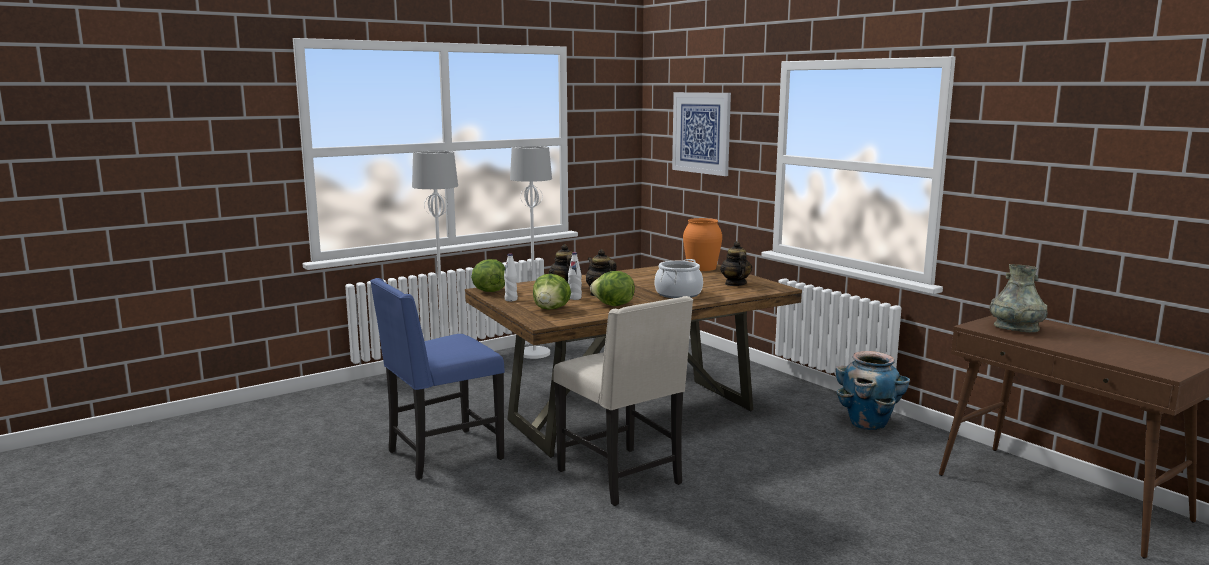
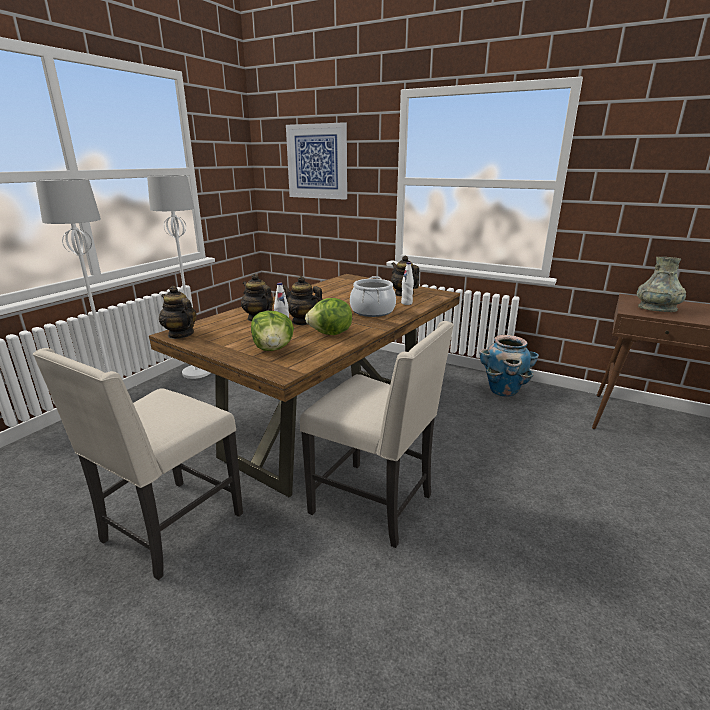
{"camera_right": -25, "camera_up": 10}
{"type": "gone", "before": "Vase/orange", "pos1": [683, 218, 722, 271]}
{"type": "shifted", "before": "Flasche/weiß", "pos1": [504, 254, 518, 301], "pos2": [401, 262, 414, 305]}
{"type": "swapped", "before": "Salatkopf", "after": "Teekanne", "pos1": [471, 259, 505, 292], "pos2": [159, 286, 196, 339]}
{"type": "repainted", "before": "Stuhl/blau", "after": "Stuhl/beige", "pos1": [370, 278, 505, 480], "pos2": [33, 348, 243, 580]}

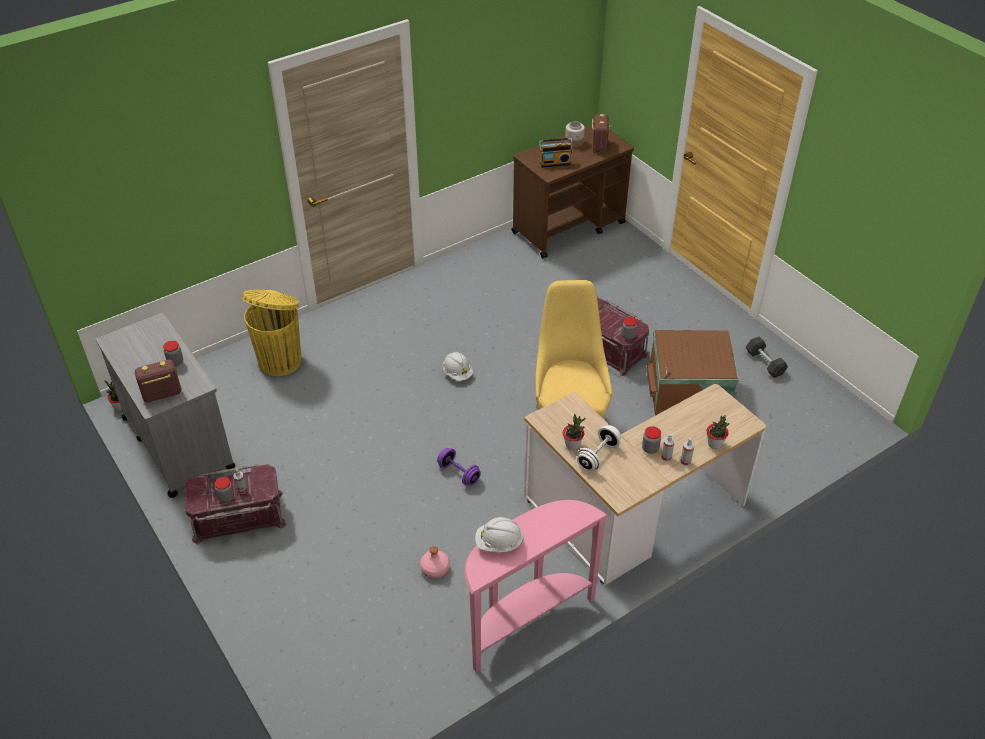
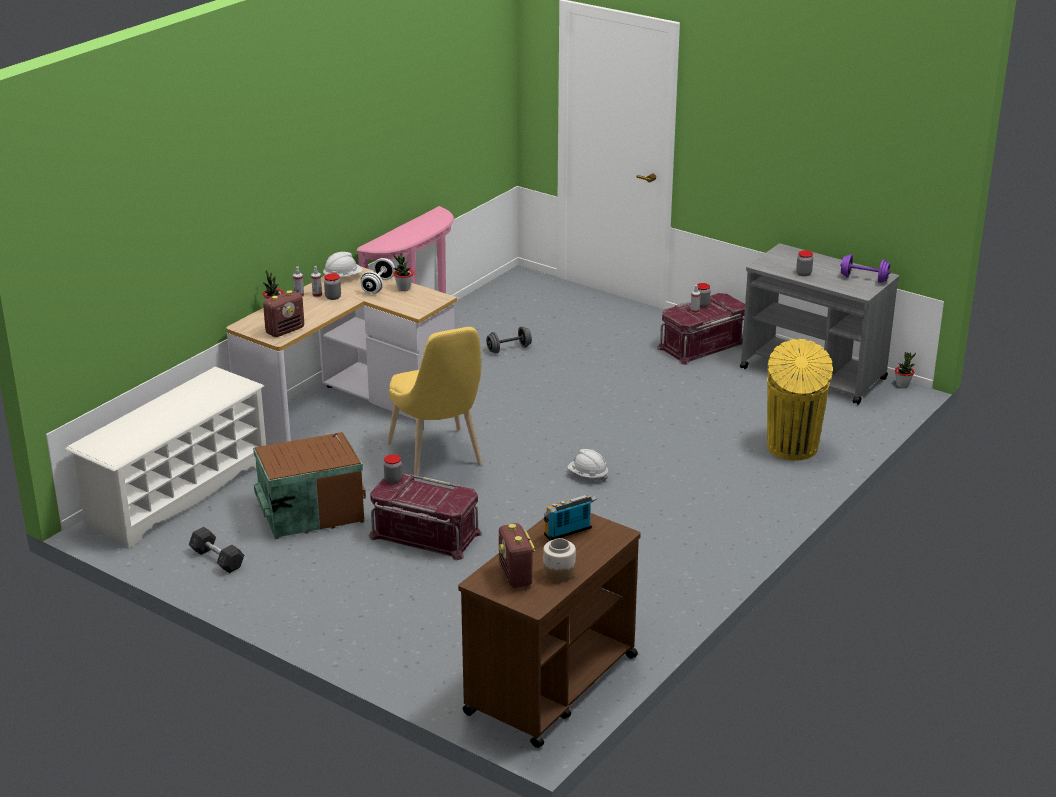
{"camera_right": 160, "camera_up": -15}
{"type": "shifted", "before": "Radio", "pos1": [135, 360, 181, 402], "pos2": [263, 290, 304, 337]}
{"type": "shifted", "before": "Hantel/lila", "pos1": [437, 448, 481, 486], "pos2": [840, 254, 891, 283]}
{"type": "shifted", "before": "Schutzhelm/weiß", "pos1": [475, 517, 524, 552], "pos2": [323, 252, 363, 277]}
{"type": "swapped", "before": "Flasche/rosa", "after": "Hantel/grau", "pos1": [420, 546, 450, 578], "pos2": [486, 326, 532, 353]}
{"type": "new", "after": "Schuhregal/weiß", "pos2": [65, 367, 266, 549]}

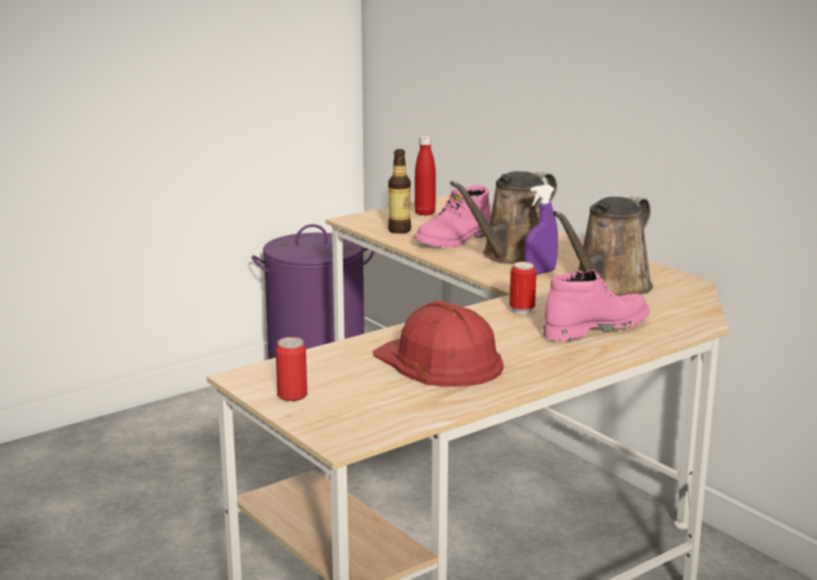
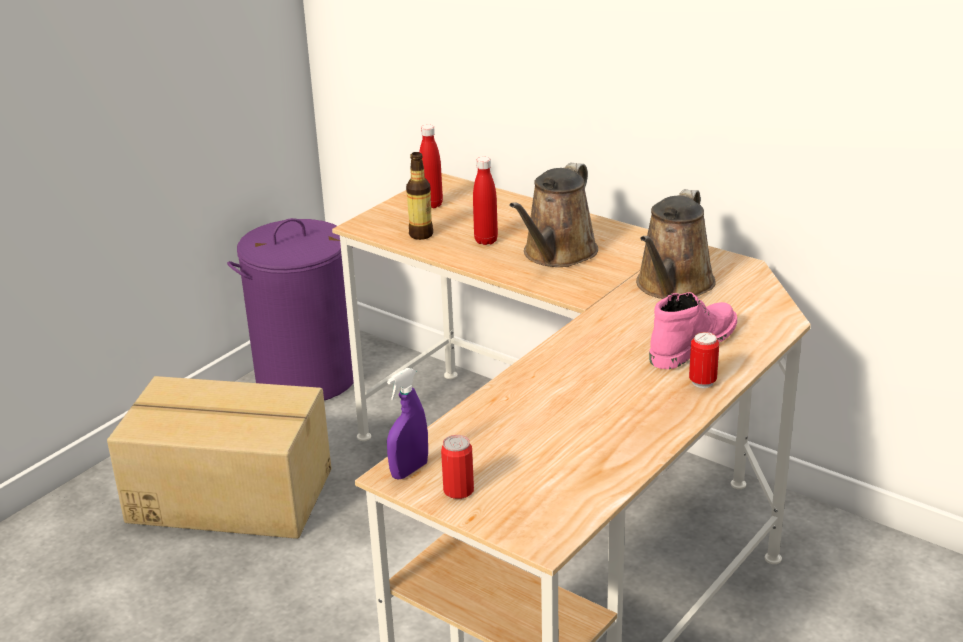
{"camera_right": -15, "camera_up": 10}
{"type": "shifted", "before": "Sprühflasche/lila", "pos1": [524, 185, 558, 275], "pos2": [387, 368, 428, 479]}
{"type": "swapped", "before": "Stiefel/rosa", "after": "Flasche/rot", "pos1": [414, 186, 491, 247], "pos2": [473, 157, 498, 245]}
{"type": "shifted", "before": "Dose", "pos1": [510, 262, 536, 314], "pos2": [689, 332, 719, 388]}
{"type": "gone", "before": "Schutzhelm/rot", "pos1": [373, 301, 504, 387]}
{"type": "new", "after": "Karton", "pos2": [107, 376, 331, 539]}

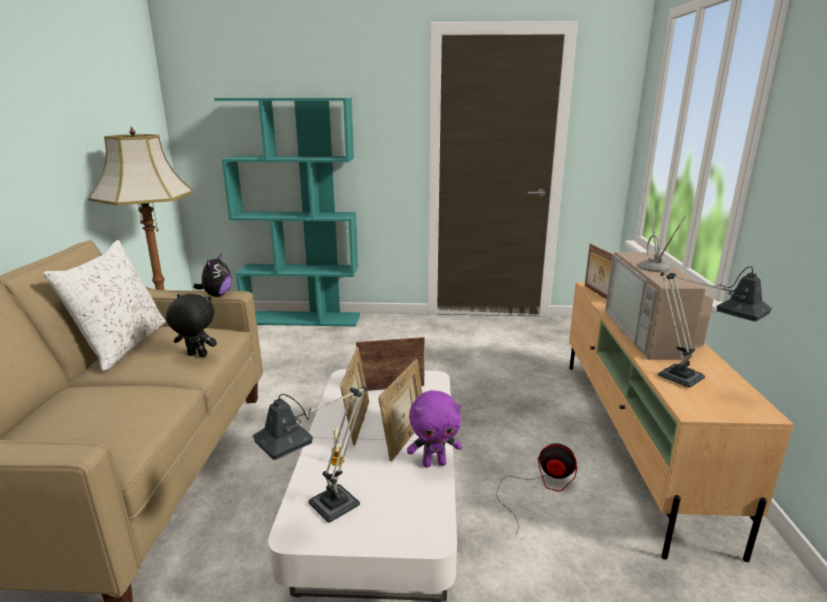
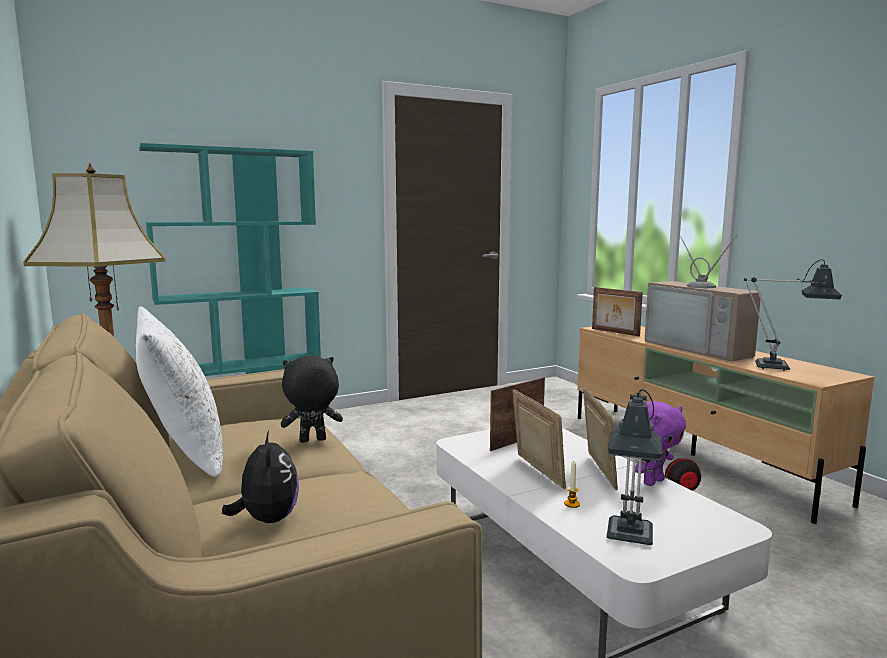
{"camera_right": -30, "camera_up": -10}
{"type": "shifted", "before": "Plüschtier", "pos1": [193, 254, 232, 297], "pos2": [222, 431, 299, 523]}

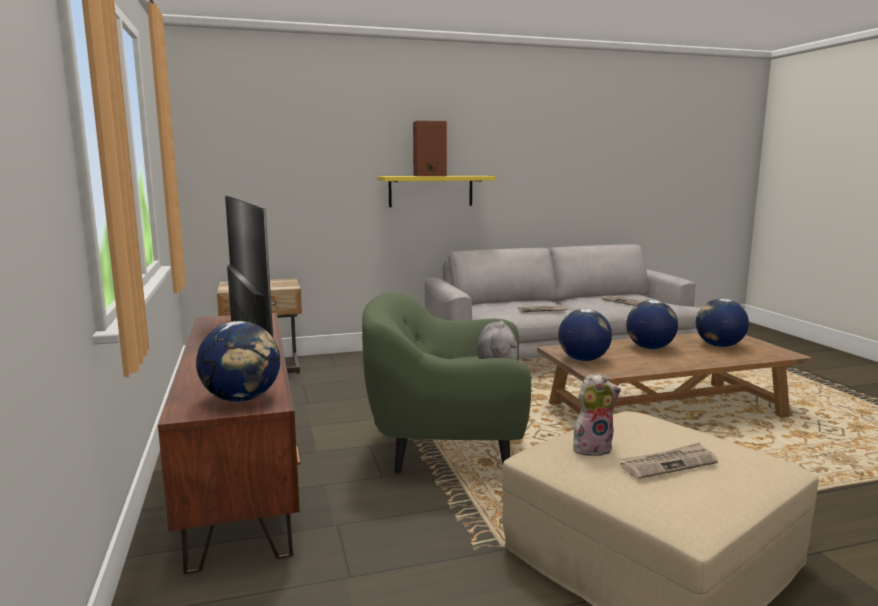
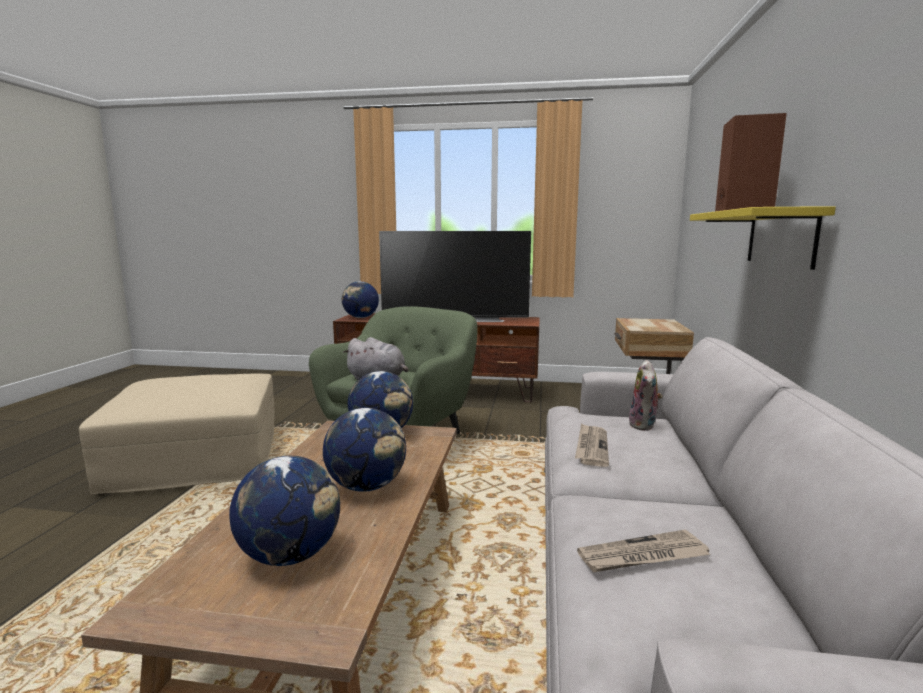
{"camera_right": 115, "camera_up": 0}
{"type": "shifted", "before": "Plüschtier", "pos1": [573, 374, 621, 457], "pos2": [628, 360, 663, 431]}
{"type": "gone", "before": "Zeitung", "pos1": [620, 442, 718, 479]}

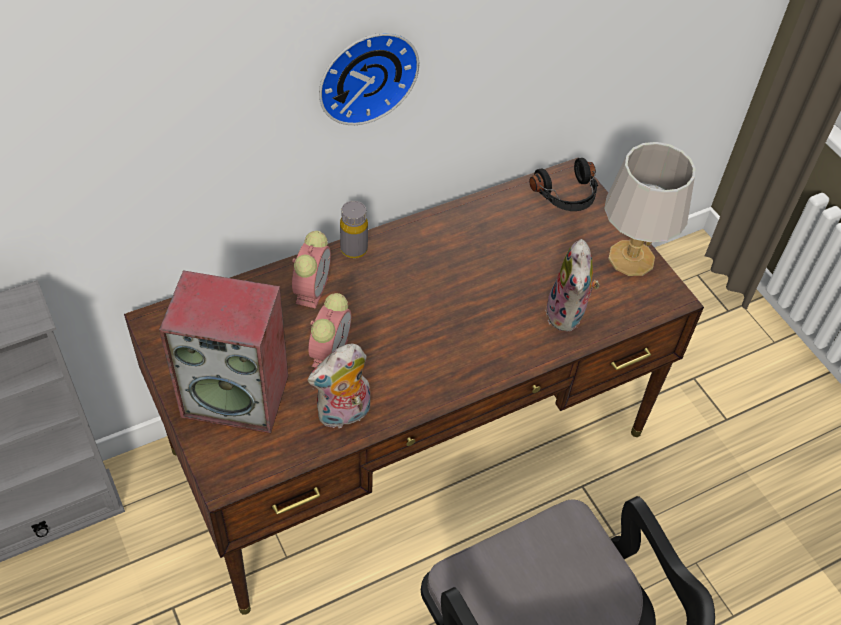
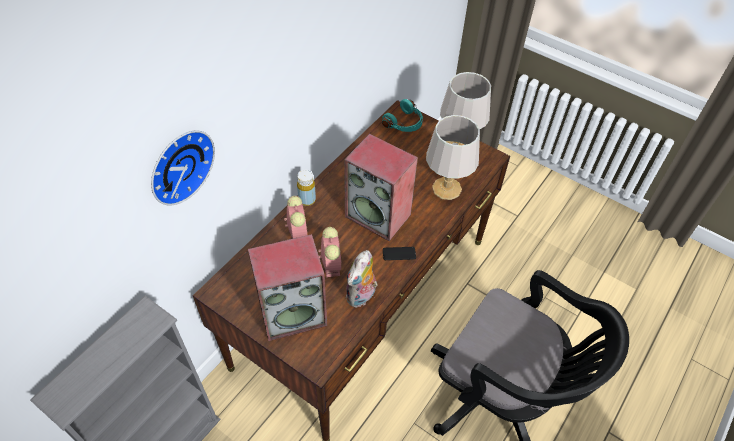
{"camera_right": -25, "camera_up": 0}
{"type": "shifted", "before": "Wanduhr", "pos1": [319, 33, 419, 125], "pos2": [151, 130, 215, 205]}
{"type": "repainted", "before": "Kopfhörer/schwarz", "after": "Kopfhörer/türkis", "pos1": [529, 158, 599, 211], "pos2": [382, 99, 423, 132]}
{"type": "repainted", "before": "Flasche/grau", "after": "Flasche/gelb", "pos1": [340, 201, 368, 258], "pos2": [297, 170, 316, 206]}
{"type": "swapped", "before": "Plüschtier", "after": "Tischlampe/grau", "pos1": [545, 239, 600, 332], "pos2": [426, 115, 480, 200]}
{"type": "new", "after": "Lautsprecher", "pos2": [344, 134, 418, 241]}
{"type": "new", "after": "Handy", "pos2": [383, 247, 416, 260]}

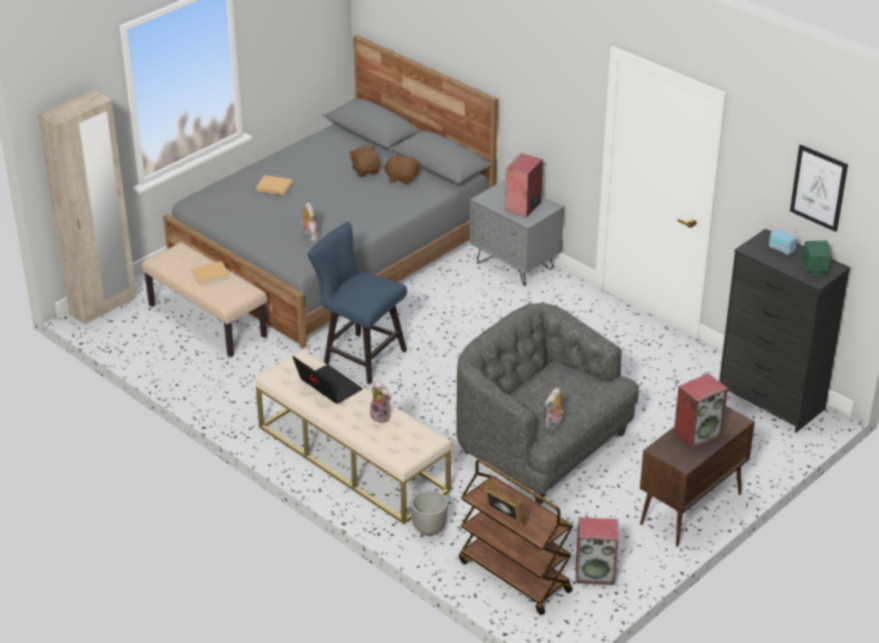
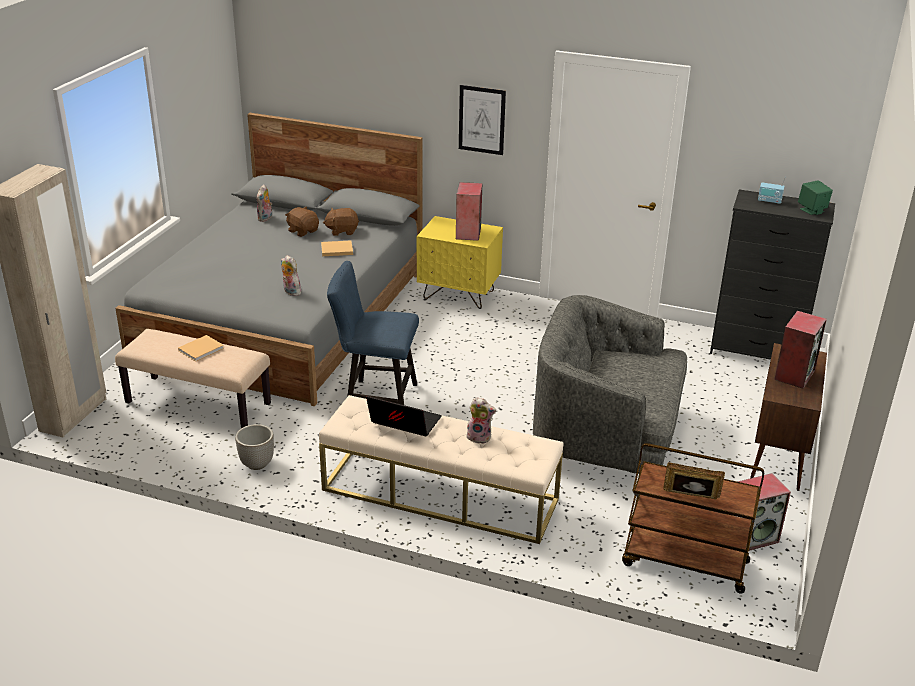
{"camera_right": -25, "camera_up": -5}
{"type": "shifted", "before": "Bild", "pos1": [790, 144, 848, 232], "pos2": [459, 85, 506, 155]}
{"type": "shifted", "before": "Buch/beige", "pos1": [256, 175, 293, 195], "pos2": [321, 241, 353, 256]}
{"type": "repainted", "before": "Nachttisch/grau", "after": "Nachttisch/gelb", "pos1": [470, 179, 564, 286], "pos2": [417, 216, 503, 309]}
{"type": "shifted", "before": "Plüschtier", "pos1": [544, 387, 564, 430], "pos2": [256, 184, 272, 222]}
{"type": "shifted", "before": "Pflanzkübel", "pos1": [410, 490, 448, 536], "pos2": [235, 424, 274, 470]}

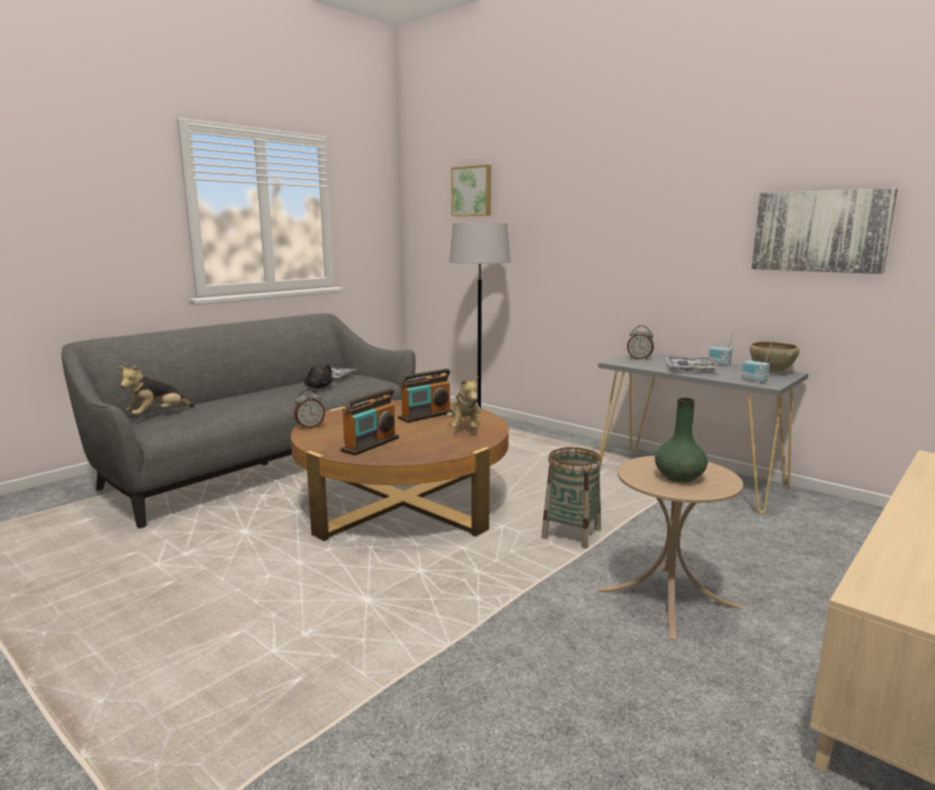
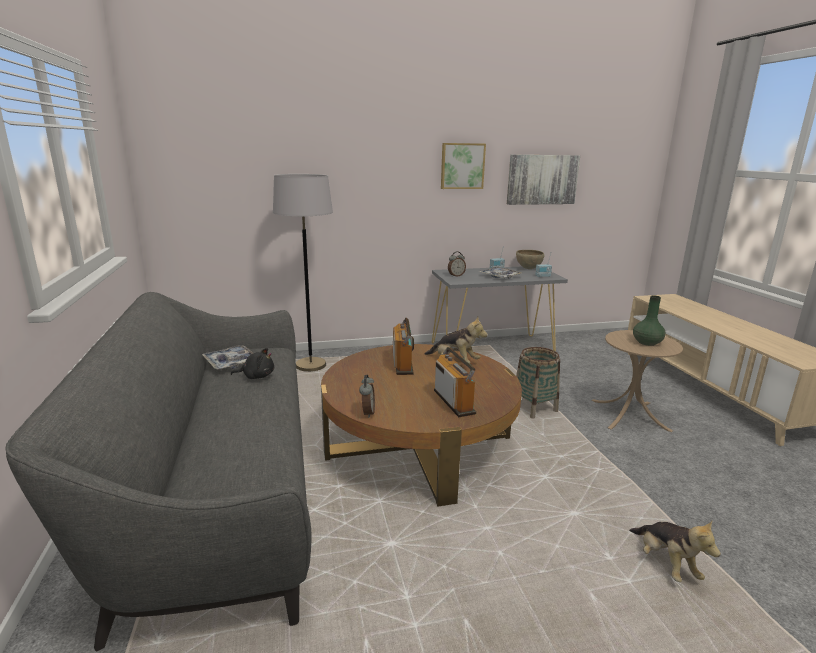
{"camera_right": -55, "camera_up": 5}
{"type": "shifted", "before": "Bild", "pos1": [451, 165, 491, 216], "pos2": [441, 143, 486, 189]}
{"type": "shifted", "before": "Plüschtier", "pos1": [118, 365, 195, 415], "pos2": [629, 521, 721, 582]}

